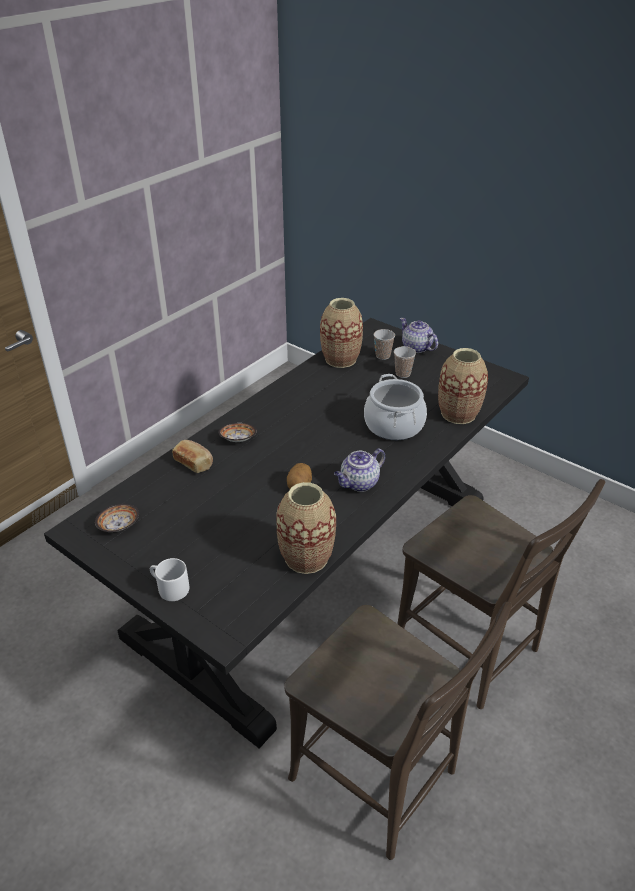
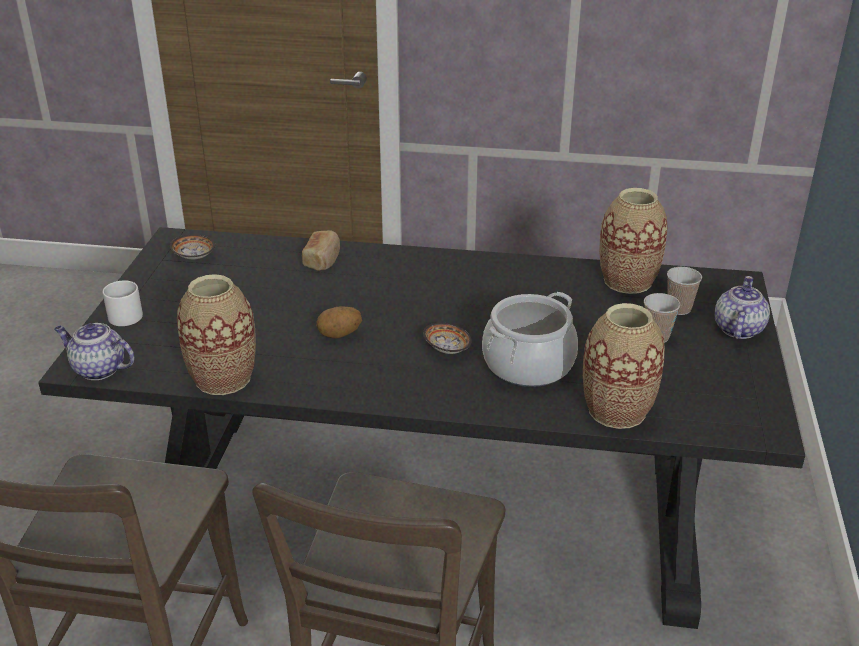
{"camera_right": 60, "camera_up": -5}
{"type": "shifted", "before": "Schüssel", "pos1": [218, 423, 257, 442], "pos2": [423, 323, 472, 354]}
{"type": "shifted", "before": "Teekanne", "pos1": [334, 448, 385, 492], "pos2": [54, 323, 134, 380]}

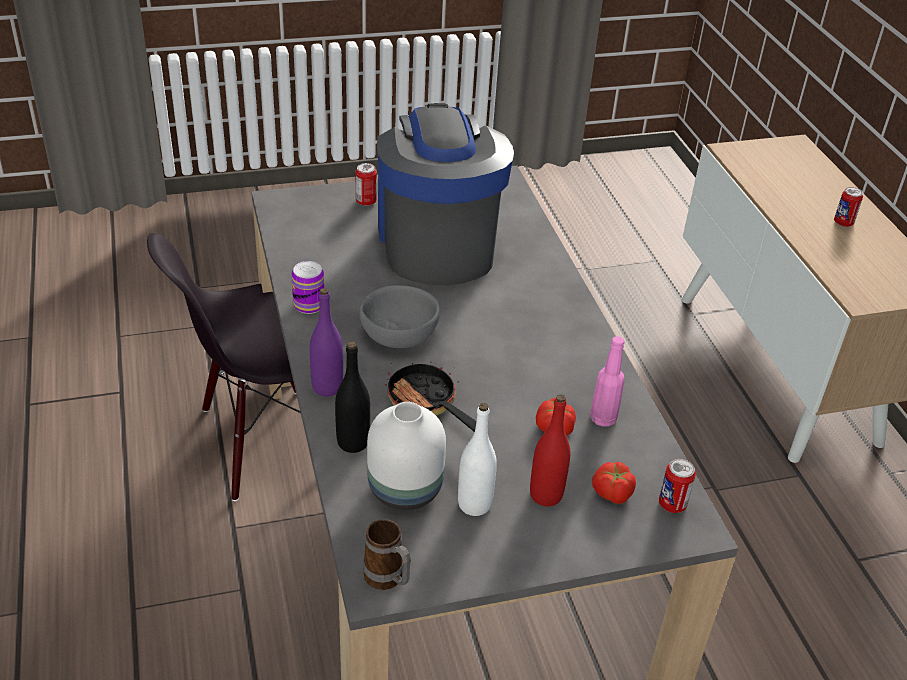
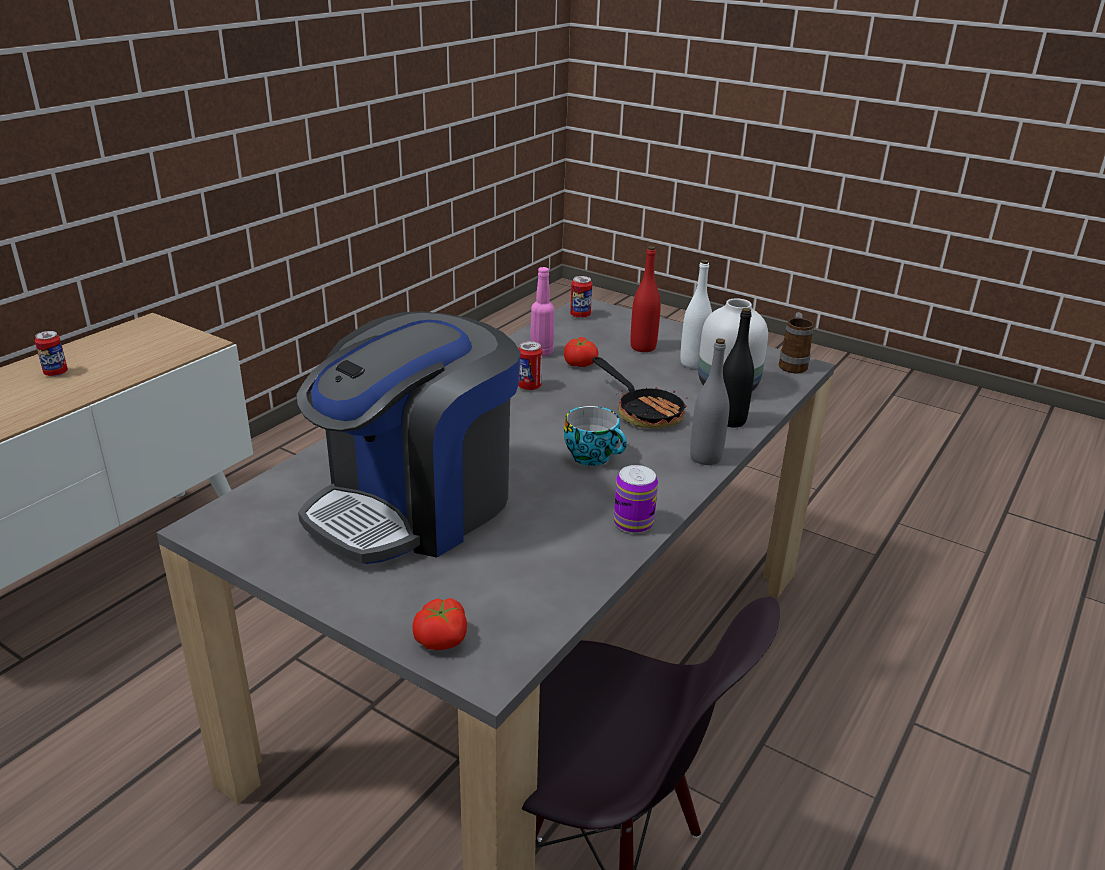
{"camera_right": -130, "camera_up": -10}
{"type": "shifted", "before": "Dose", "pos1": [356, 163, 377, 206], "pos2": [518, 341, 542, 391]}
{"type": "swapped", "before": "Schüssel/grau", "after": "Tasse", "pos1": [359, 285, 440, 348], "pos2": [564, 406, 627, 466]}
{"type": "repainted", "before": "Flasche/lila", "after": "Flasche/grau", "pos1": [310, 288, 343, 396], "pos2": [690, 338, 729, 465]}
{"type": "rotated", "before": "Pfanne", "pos1": [385, 363, 476, 432], "pos2": [592, 357, 688, 428], "turn": -45}
{"type": "shifted", "before": "Tomate", "pos1": [592, 462, 636, 504], "pos2": [412, 598, 467, 650]}

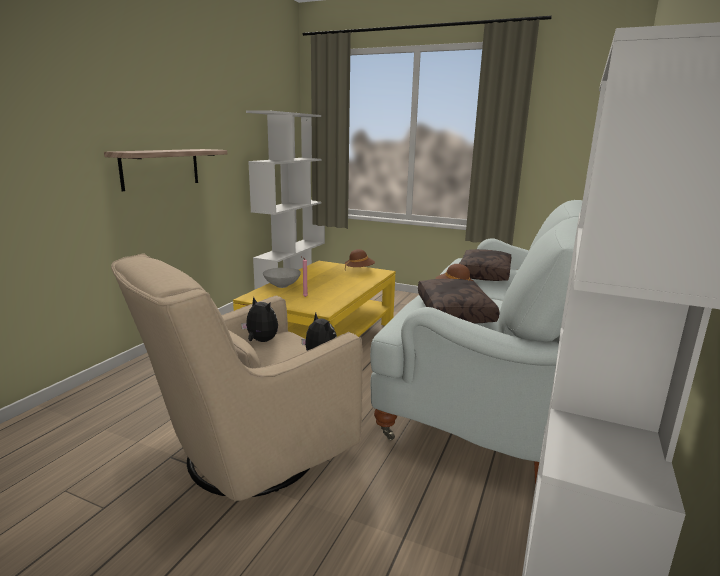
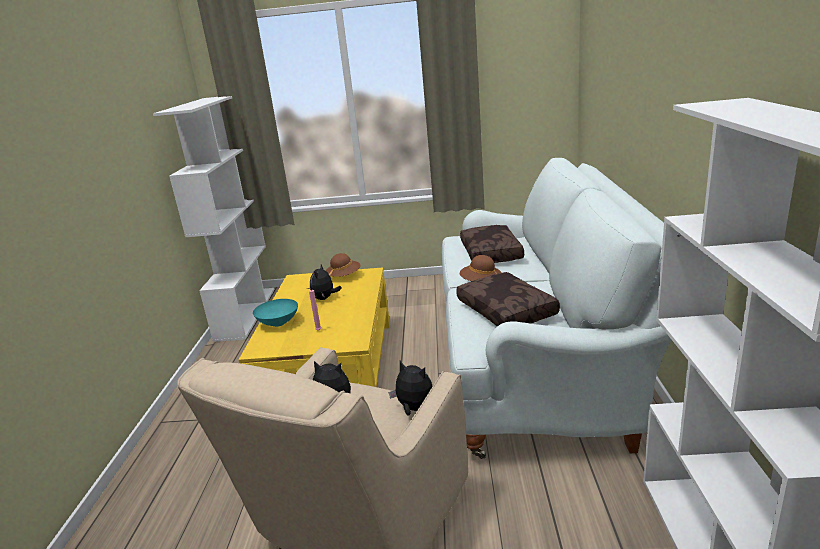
{"camera_right": -20, "camera_up": 5}
{"type": "gone", "before": "Wandregal", "pos1": [104, 149, 227, 191]}
{"type": "repainted", "before": "Schüssel/grau", "after": "Schüssel/türkis", "pos1": [263, 268, 301, 288], "pos2": [253, 299, 298, 327]}
{"type": "new", "after": "Plüschtier", "pos2": [310, 264, 342, 300]}

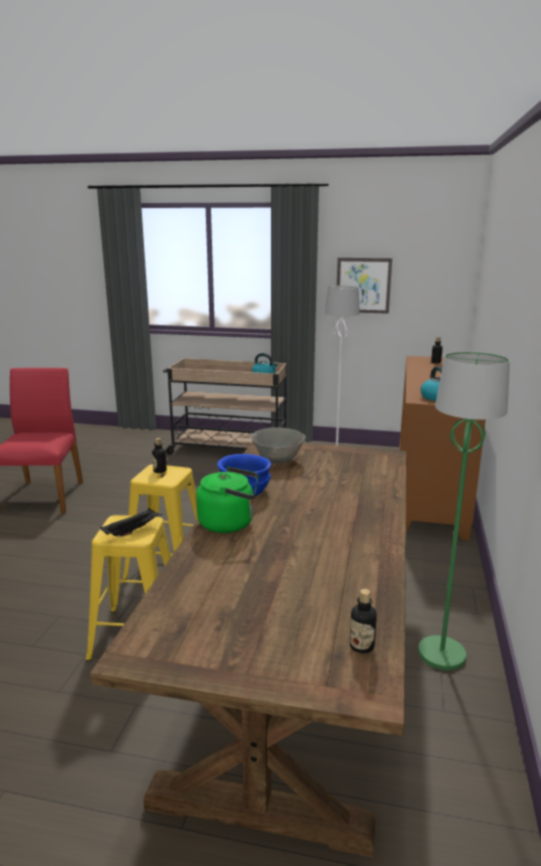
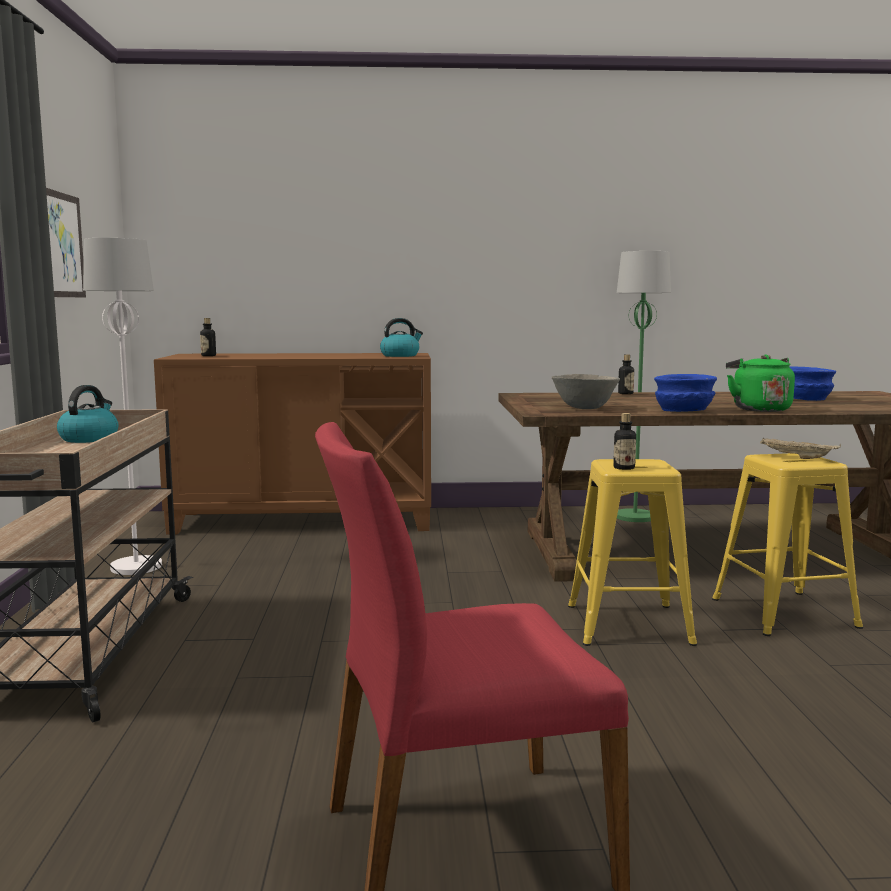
{"camera_right": -105, "camera_up": -10}
{"type": "repainted", "before": "Tablett/schwarz", "after": "Tablett/beige", "pos1": [100, 508, 161, 537], "pos2": [760, 438, 841, 459]}
{"type": "shifted", "before": "Flasche", "pos1": [350, 589, 377, 654], "pos2": [618, 354, 634, 394]}
{"type": "new", "after": "Schüssel/blau", "pos2": [789, 367, 836, 401]}

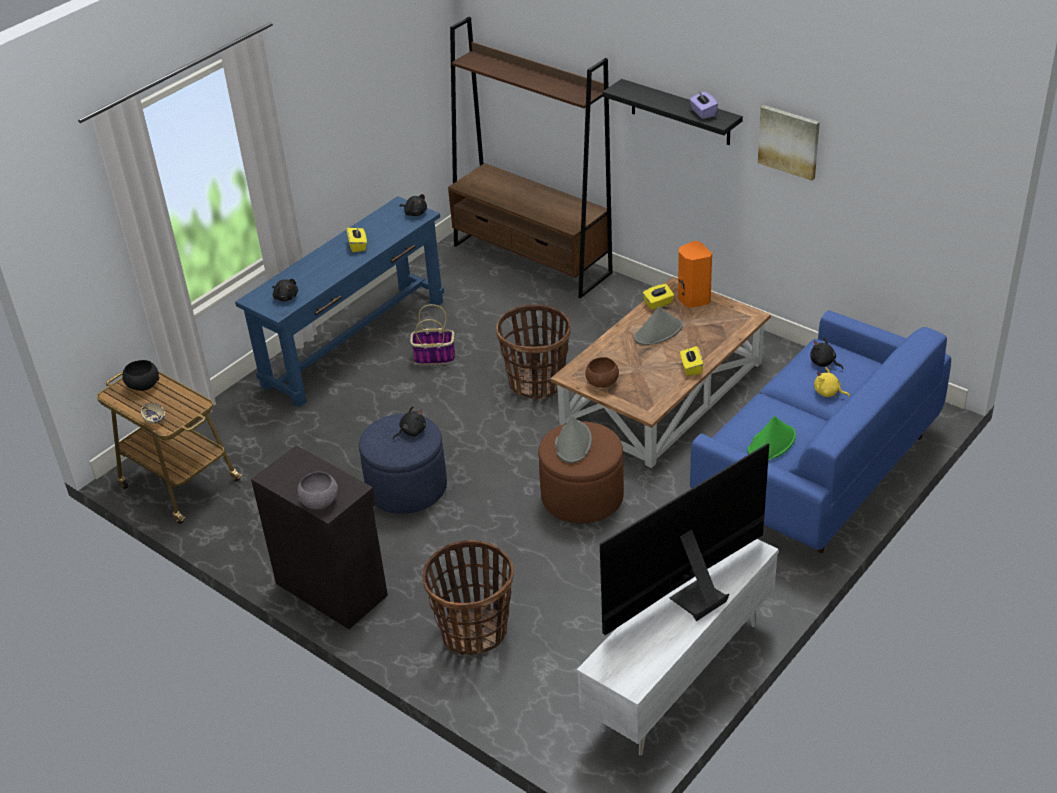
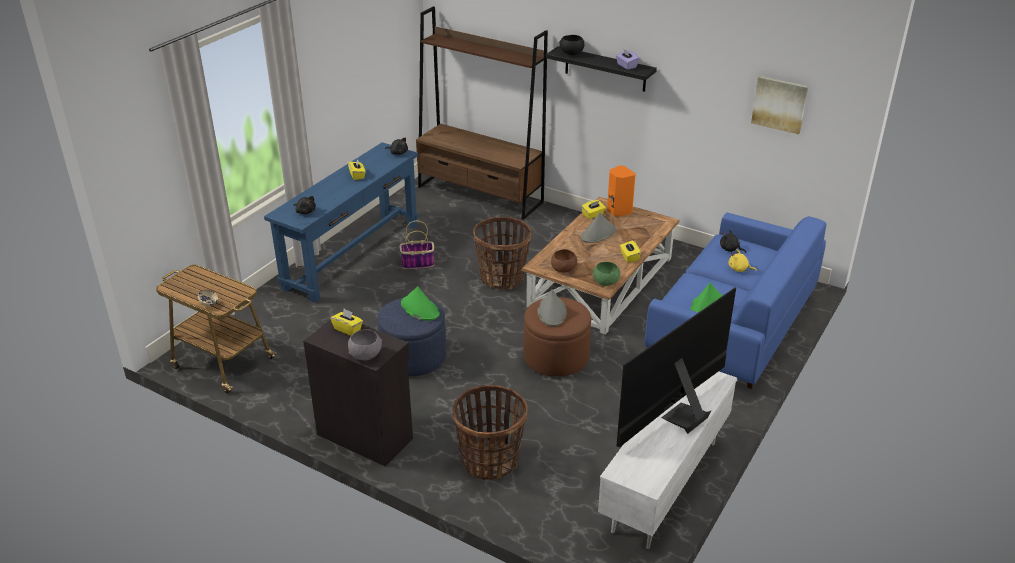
{"camera_right": -10, "camera_up": -5}
{"type": "shifted", "before": "Bild", "pos1": [758, 105, 820, 181], "pos2": [751, 76, 809, 134]}
{"type": "shifted", "before": "Schüssel/schwarz", "pos1": [122, 360, 159, 391], "pos2": [559, 35, 584, 55]}
{"type": "swapped", "before": "Plüschtier/schwarz", "after": "Hut/grün", "pos1": [393, 406, 426, 439], "pos2": [401, 286, 439, 321]}
{"type": "new", "after": "Schüssel/grün", "pos2": [593, 262, 620, 286]}
{"type": "new", "after": "Taschentuchbox/gelb", "pos2": [331, 309, 363, 336]}

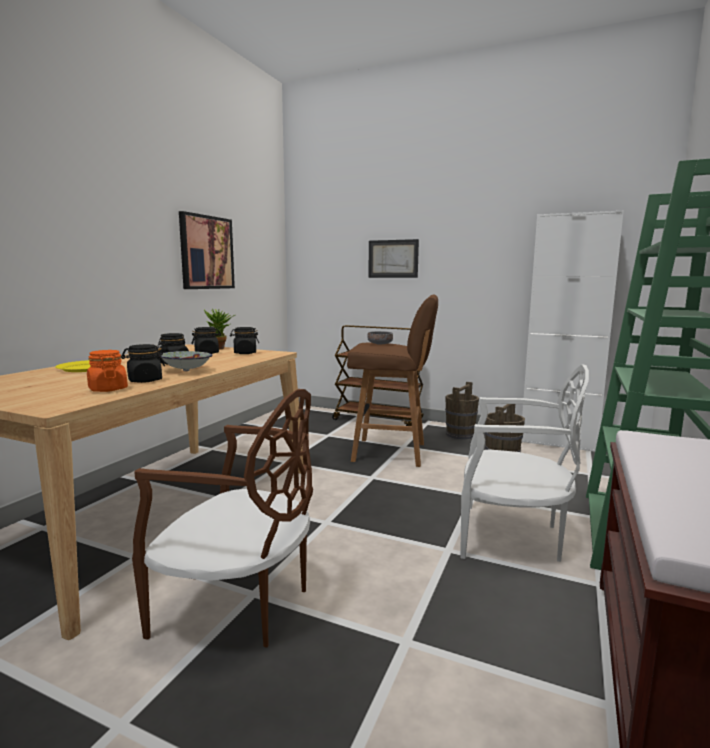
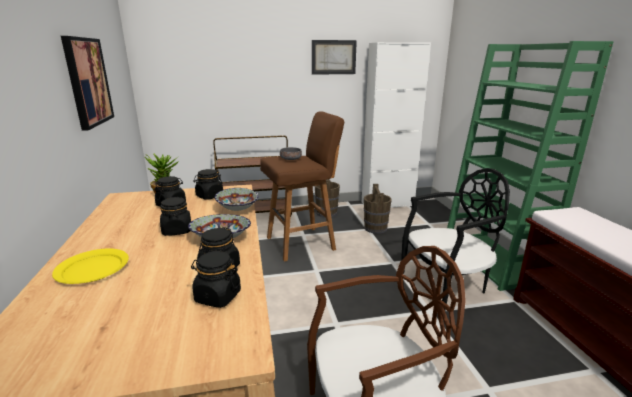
{"camera_right": -35, "camera_up": 10}
{"type": "shifted", "before": "Bild", "pos1": [368, 239, 419, 278], "pos2": [312, 40, 357, 75]}
{"type": "repainted", "before": "Vorratsglas/orange", "after": "Vorratsglas/schwarz", "pos1": [87, 350, 128, 392], "pos2": [191, 251, 241, 308]}
{"type": "repainted", "before": "Stuhl/weiß", "after": "Stuhl/schwarz", "pos1": [460, 364, 589, 562], "pos2": [401, 168, 510, 310]}
{"type": "new", "after": "Schüssel", "pos2": [215, 188, 258, 211]}

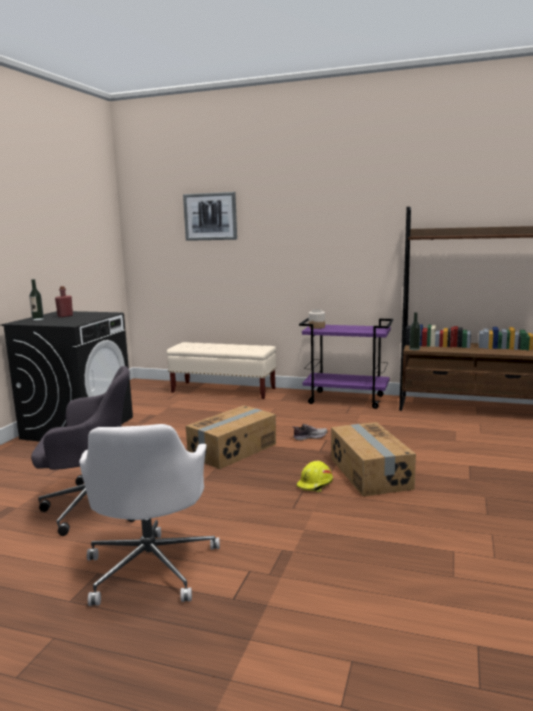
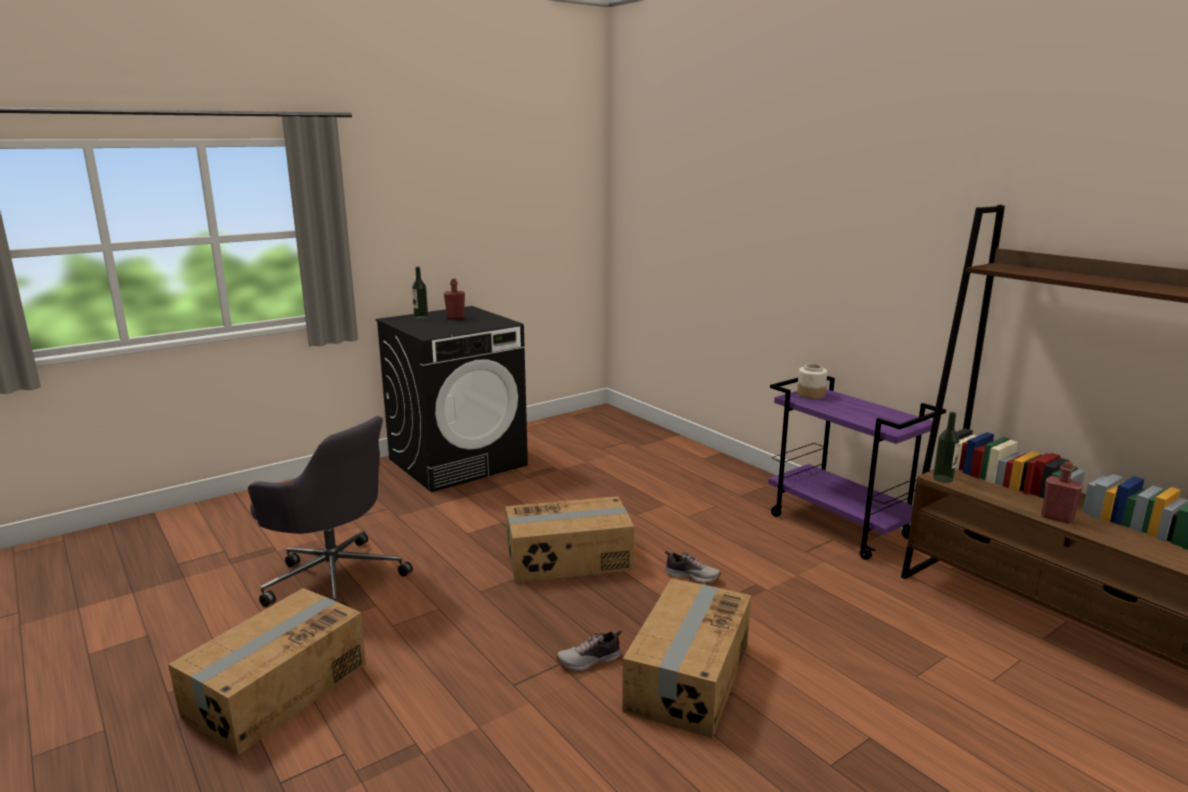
{"camera_right": 35, "camera_up": 5}
{"type": "gone", "before": "Bild", "pos1": [183, 192, 237, 241]}
{"type": "gone", "before": "Bank/beige", "pos1": [167, 342, 276, 399]}
{"type": "swapped", "before": "Bürostuhl/weiß", "after": "Karton", "pos1": [79, 424, 220, 606], "pos2": [168, 588, 366, 755]}
{"type": "swapped", "before": "Schutzhelm/gelb", "after": "Schuh", "pos1": [296, 461, 333, 492], "pos2": [556, 630, 622, 672]}
{"type": "new", "after": "Flasche/rot", "pos2": [1041, 461, 1083, 524]}

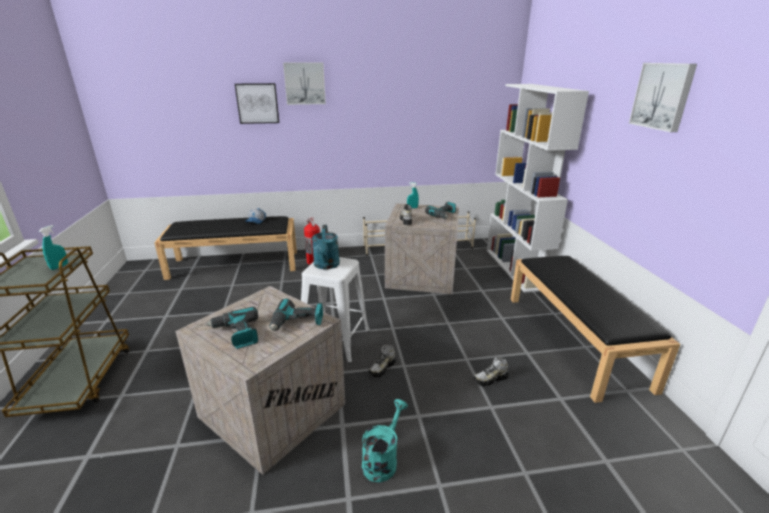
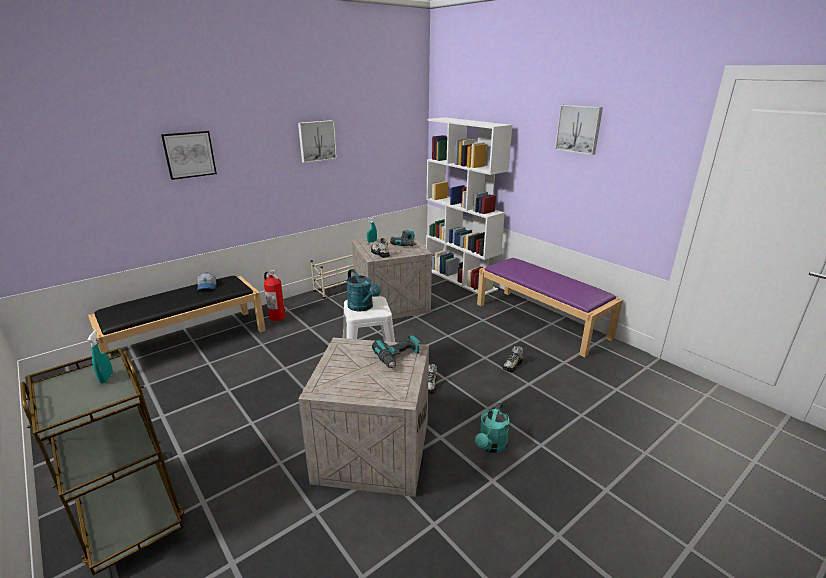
{"camera_right": -30, "camera_up": 0}
{"type": "shifted", "before": "Bild", "pos1": [283, 62, 326, 105], "pos2": [298, 120, 337, 163]}
{"type": "repainted", "before": "Bank/schwarz", "after": "Bank/lila", "pos1": [511, 256, 681, 403], "pos2": [477, 258, 623, 358]}
{"type": "gone", "before": "Bohrmaschine", "pos1": [205, 307, 258, 349]}
{"type": "rotated", "before": "Gießkanne/türkis", "pos1": [362, 399, 408, 482], "pos2": [475, 401, 509, 453], "turn": -150}

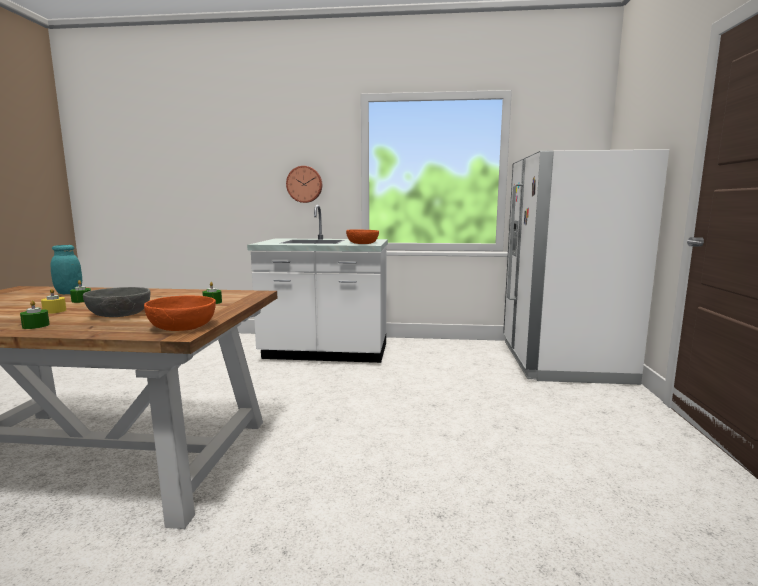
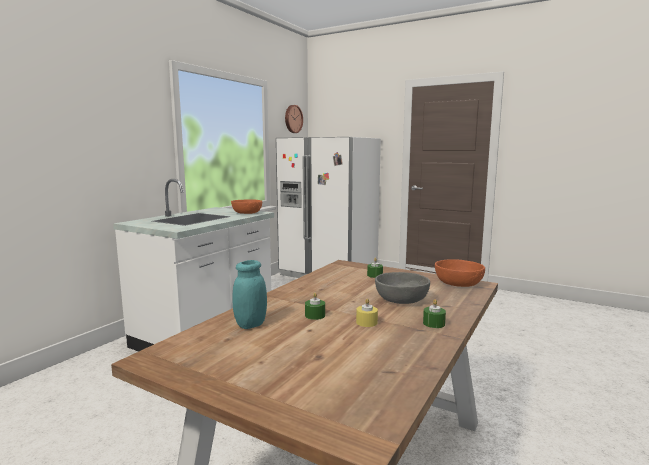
{"camera_right": -65, "camera_up": 0}
{"type": "shifted", "before": "Wanduhr", "pos1": [286, 166, 322, 203], "pos2": [285, 105, 303, 133]}

